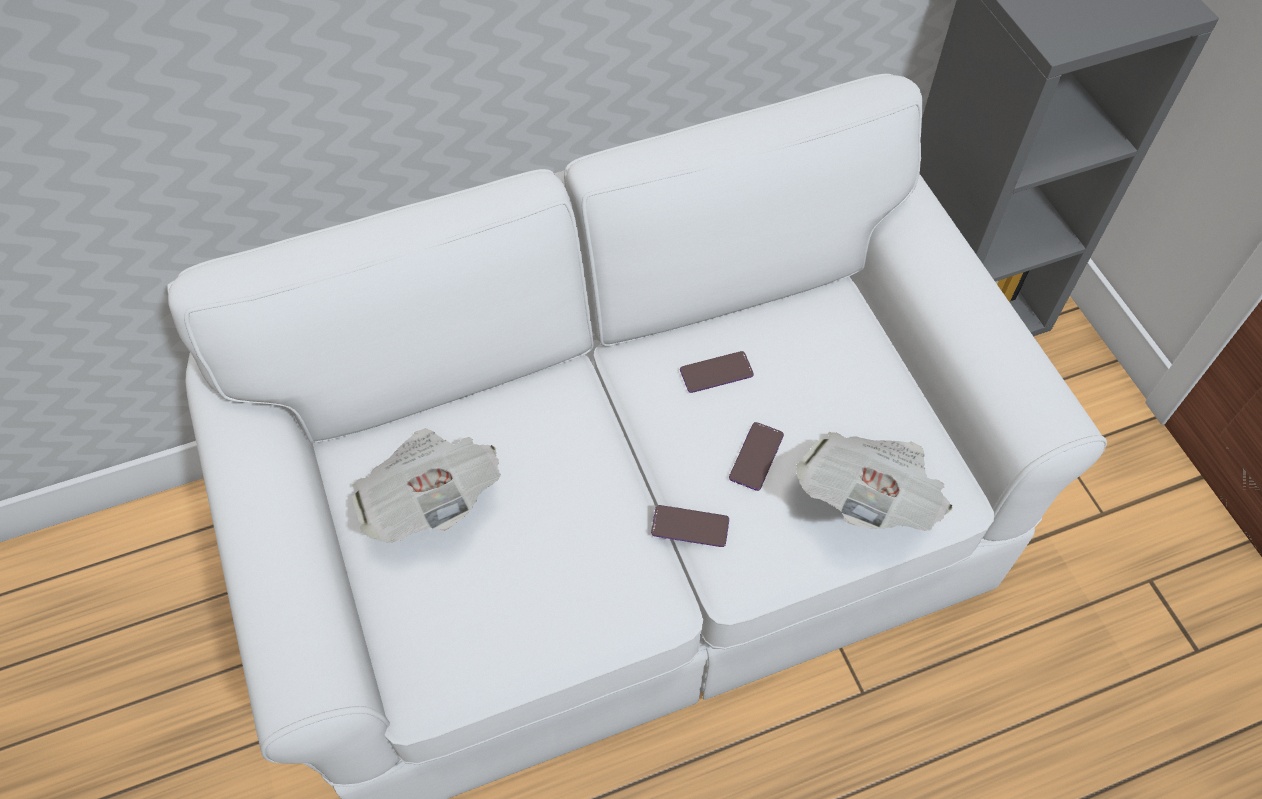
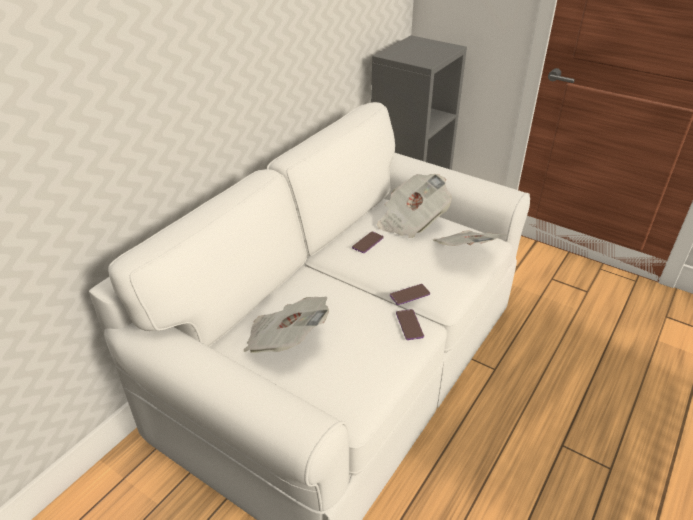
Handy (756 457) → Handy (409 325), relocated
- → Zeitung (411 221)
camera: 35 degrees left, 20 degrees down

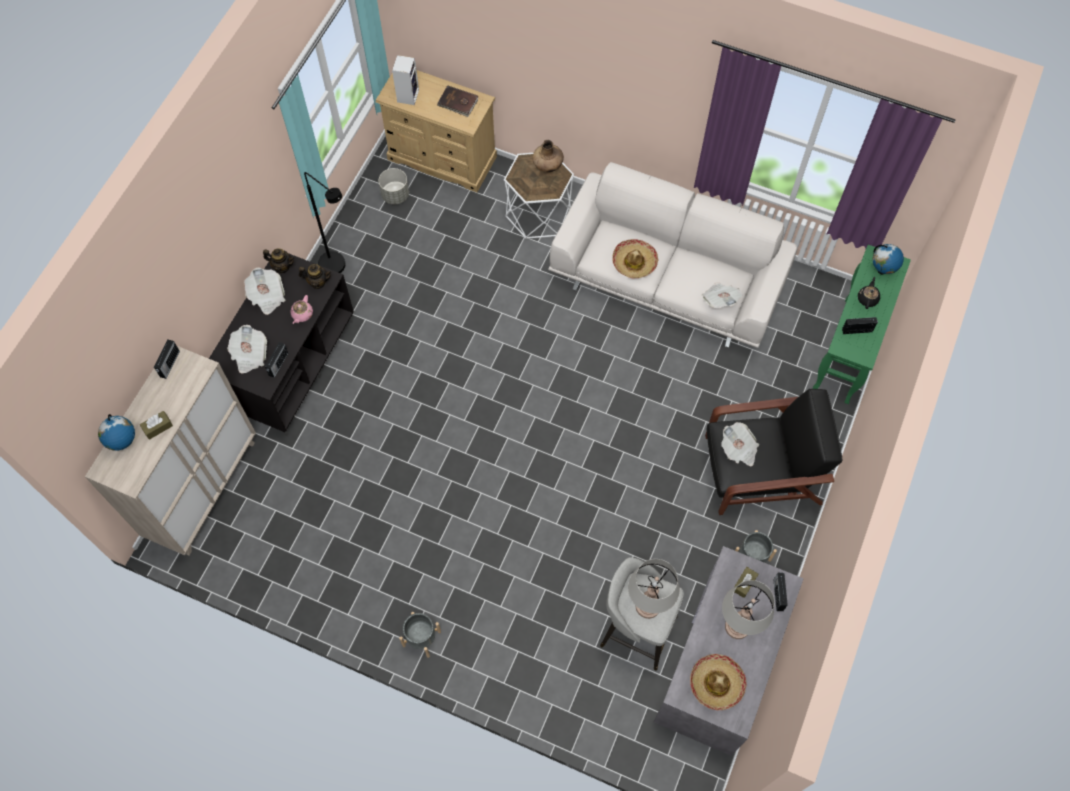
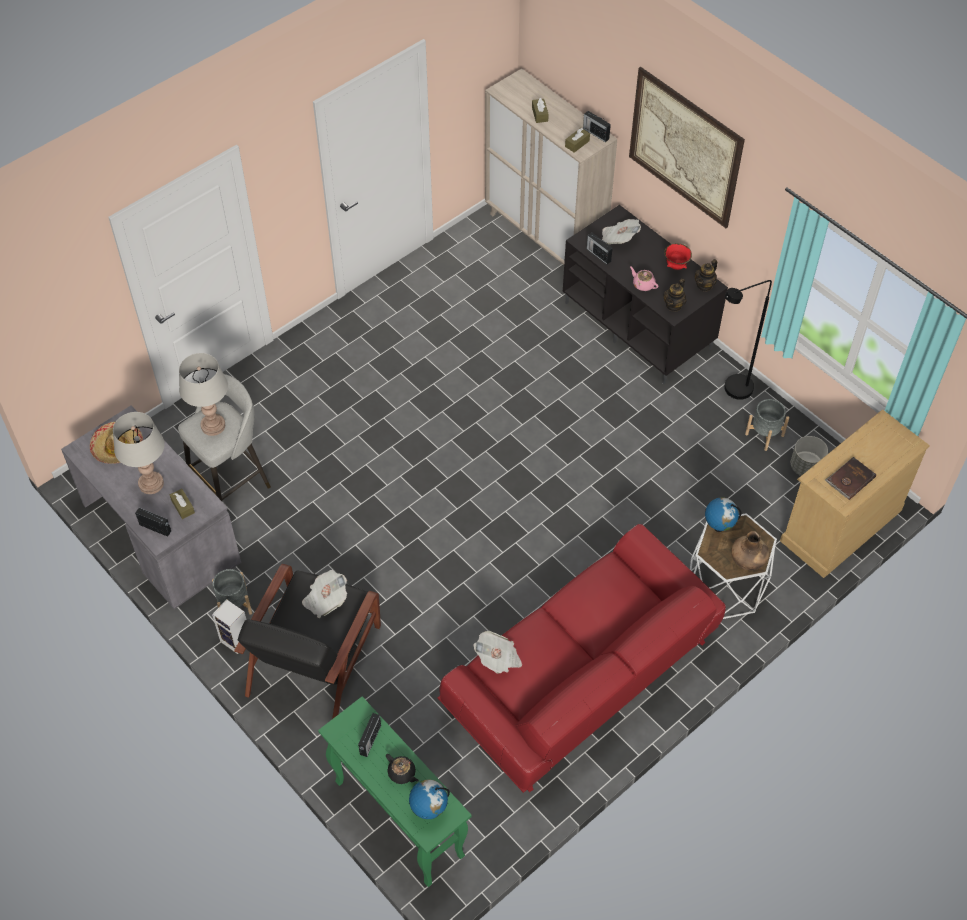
Lautsprecher (407 95) → Lautsprecher (237 640), relocated
Sofa (weiß) (668 279) → Sofa (rot) (580 678)
Hut (634 262) → -
Zeitung (267 296) → Schüssel (rot) (676 266)
Globus (124 443) → Globus (718 527), relocated
Pflanzkübel (grau) (422 638) → Pflanzkübel (grau) (764 435), relocated
- → Bild (684 147)
- → Taschentuchbox (braun) (577 144)
camera: 115 degrees right, 10 degrees down

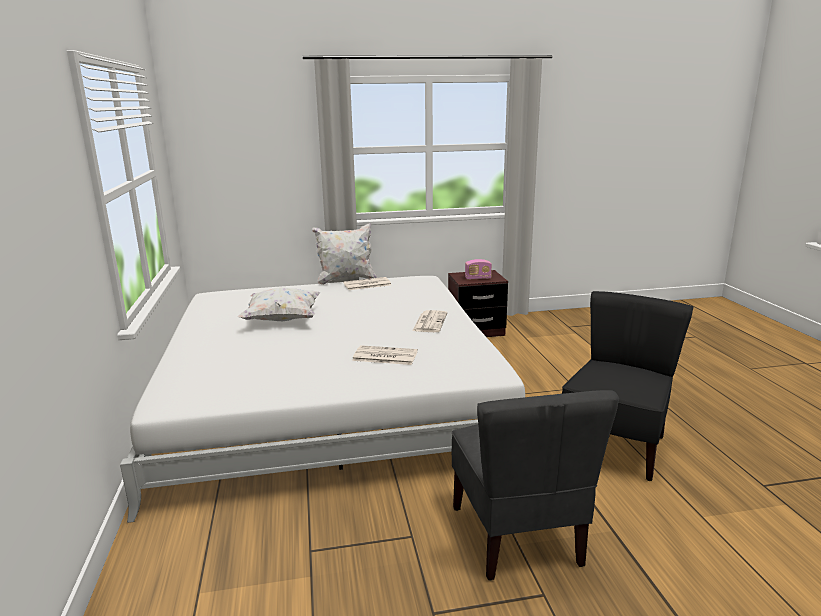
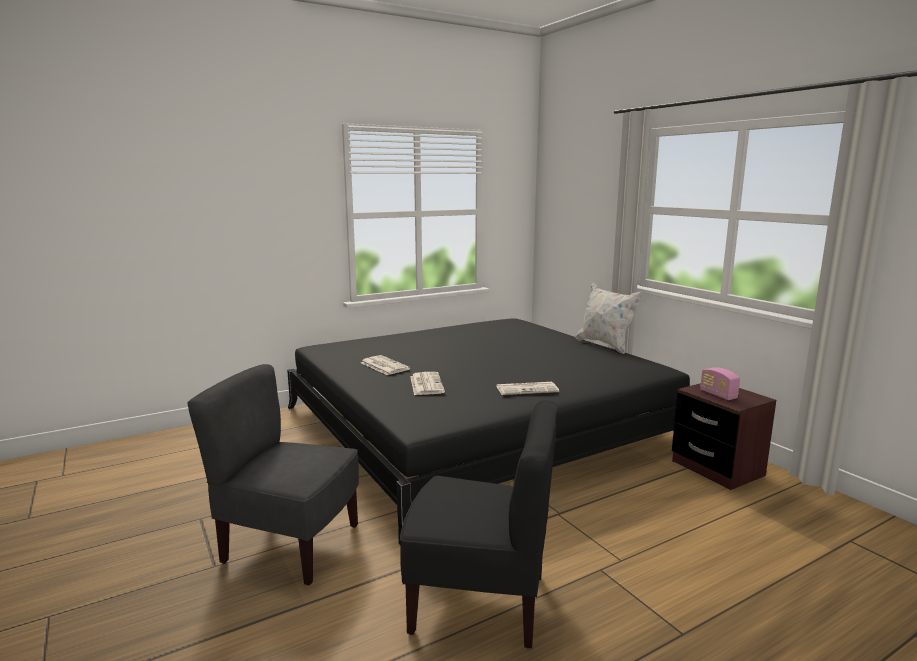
Bett (weiß) (330 396) → Bett (schwarz) (476 425)
Zeitung (366 284) → Zeitung (383 366), relocated
Kissen (weiß) (282 320) → -
Stuhl (grau) (518 535) → Stuhl (grau) (290 545), 45 degrees clockwise
camera: 70 degrees right, 5 degrees down

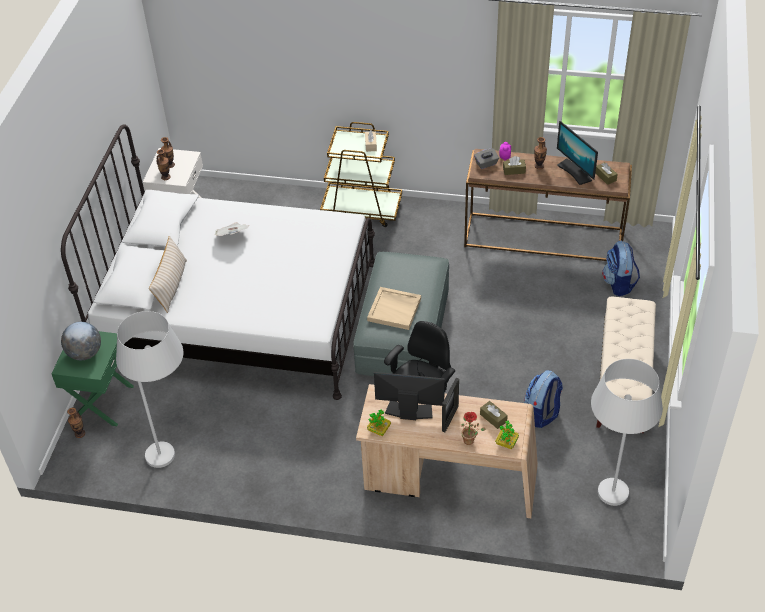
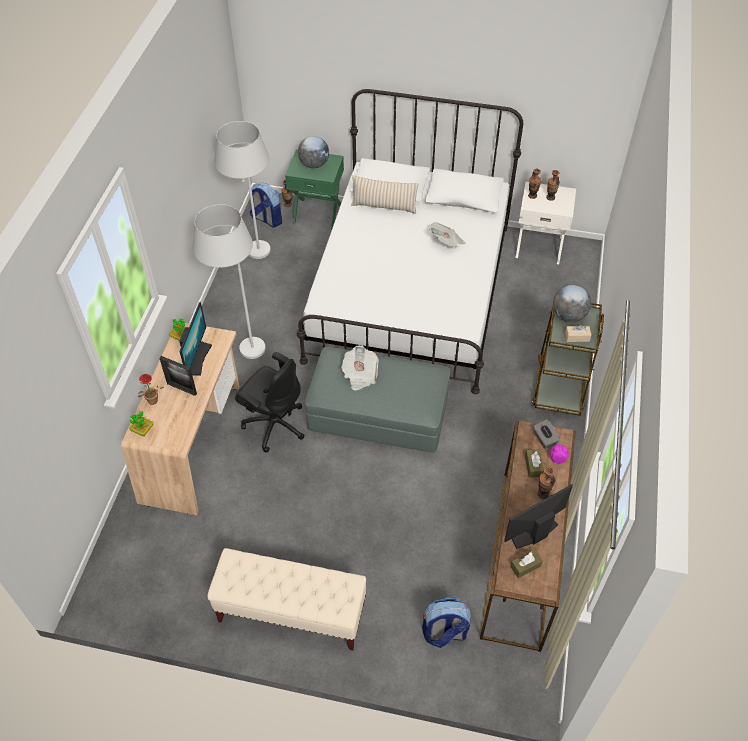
Tablett (beige) (395 309) → Zeitung (360 375)
Stehlampe (weiß) (607 506) → Stehlampe (weiß) (240 343), relocated
Rucksack (541 414) → Rucksack (267 219), relocated
Taschentuchbox (braun) (493 418) → -
- → Globus (568 315)
camera: 90 degrees right, 5 degrees up

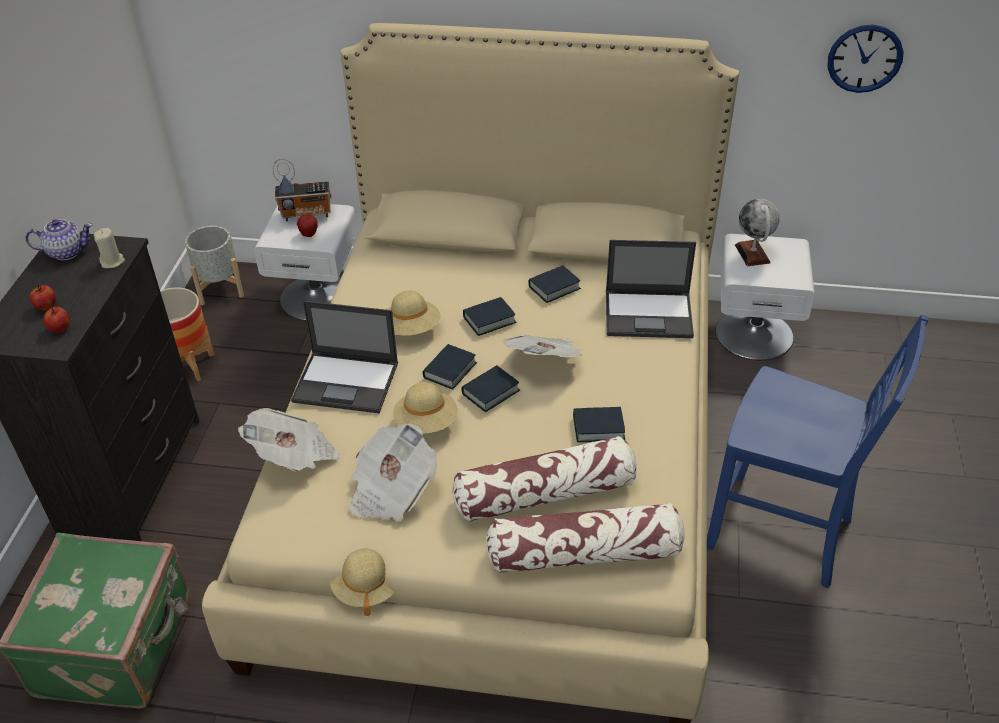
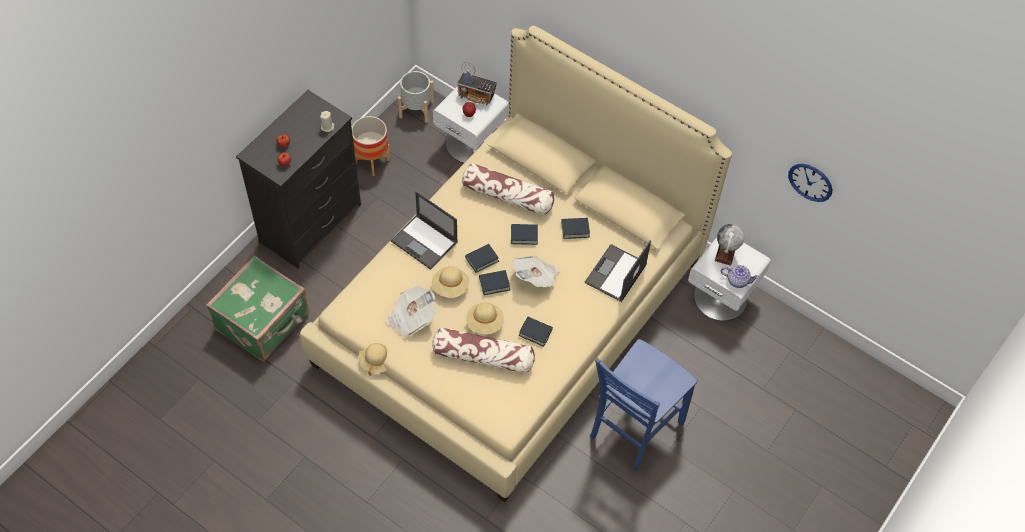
Teekanne (66 252) → Teekanne (737 280), relocated
Laptop (649 314) → Laptop (615 274), 90 degrees clockwise
Hut (beige) (412 329) → Hut (beige) (485 323), relocated
Stuhl (blau) (782 533) → Stuhl (blau) (633 430), 75 degrees clockwise
Zeitung (294 456) → -
Kissen (584 553) → Kissen (508 196), relocated
camera: 25 degrees right, 15 degrees up

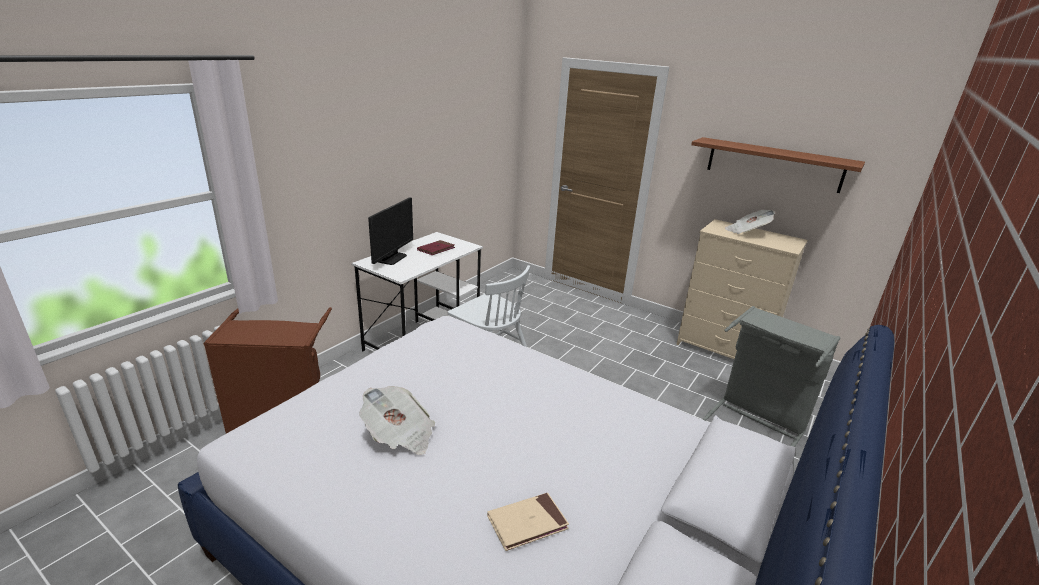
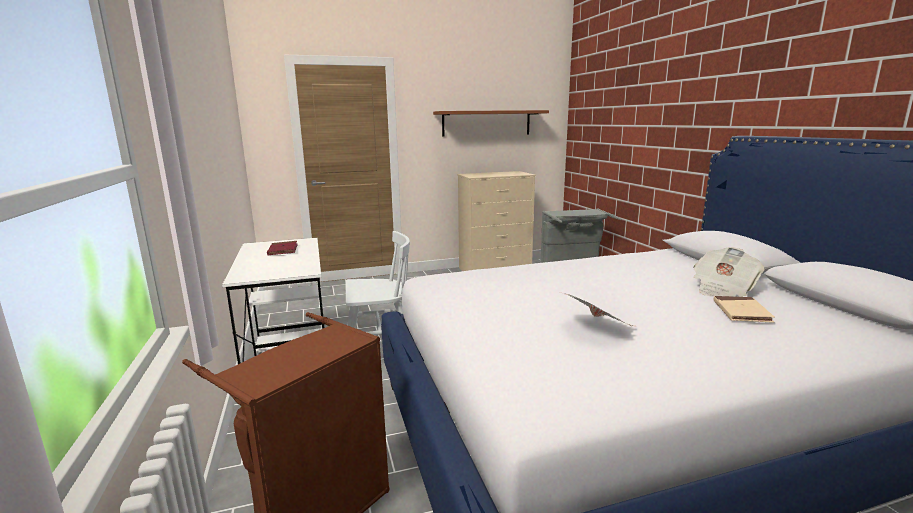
Monitor (392 258) → -
Zeitung (746 232) → Zeitung (722 289), relocated
camera: 50 degrees left, 10 degrees down

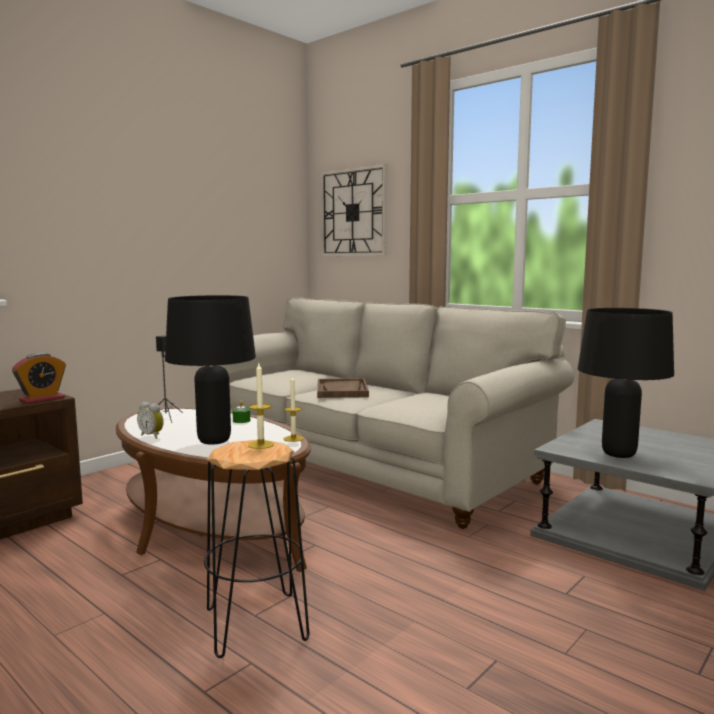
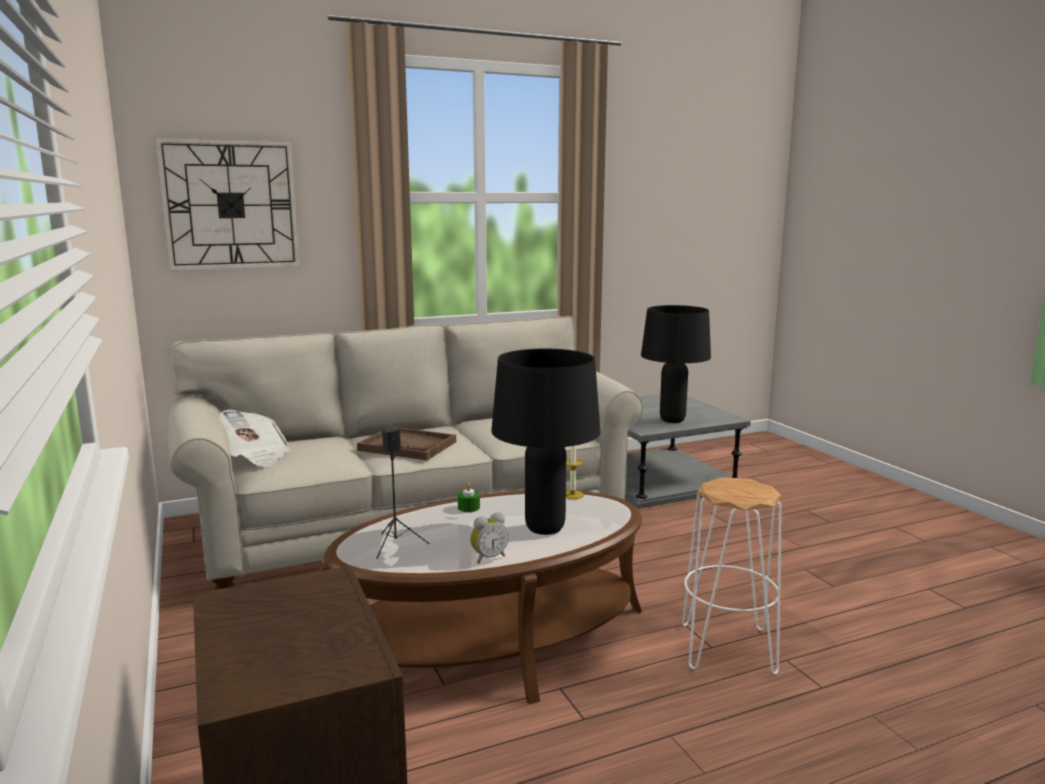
Wecker (42 399) → -
Kerze (261 445) → -
Hocker (schwarz) (256 623) → Hocker (weiß) (726 648)
- → Zeitung (252 457)
camera: 65 degrees left, 5 degrees up

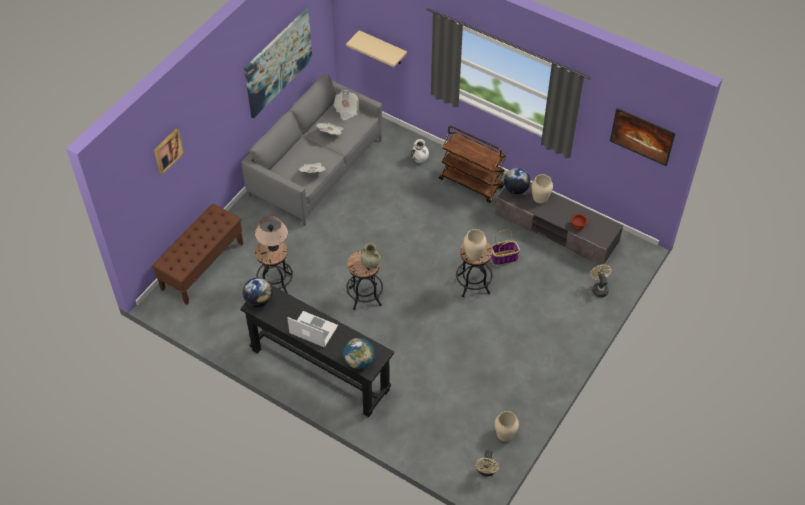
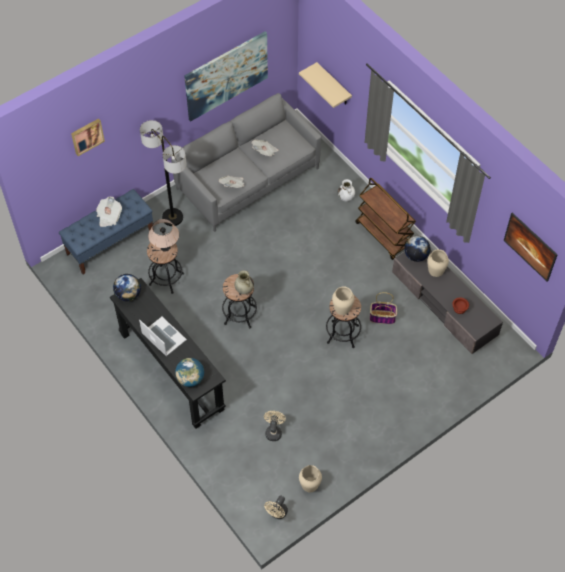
Zeitung (346 110) → Zeitung (109 216), relocated
Bank (braun) (202 266) → Bank (blau) (110 242)
Ventilator (beige) (599 288) → Ventilator (beige) (273 431), relocated
- → Stehlampe (172 217)
camera: 20 degrees right, 5 degrees up

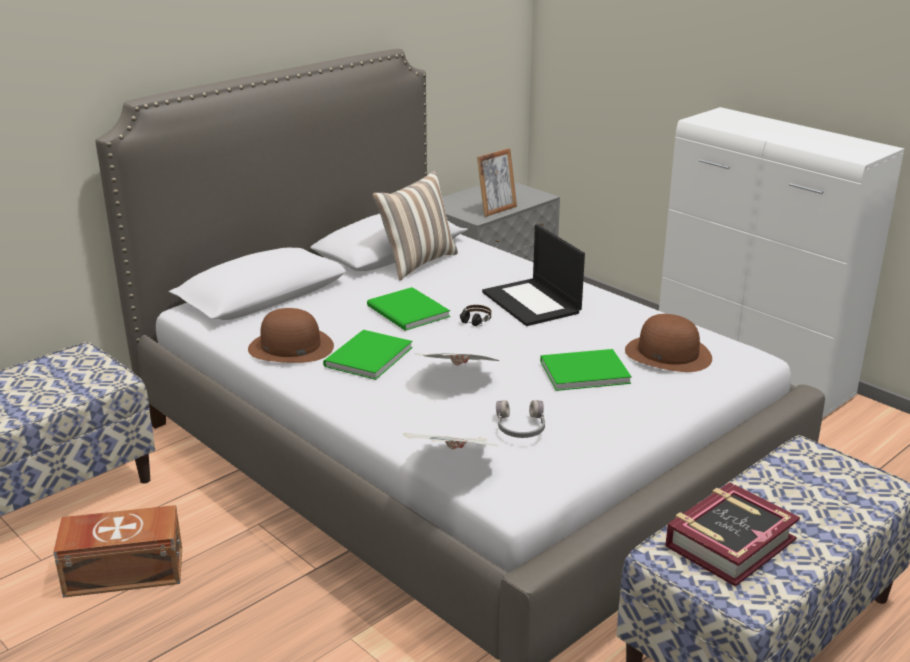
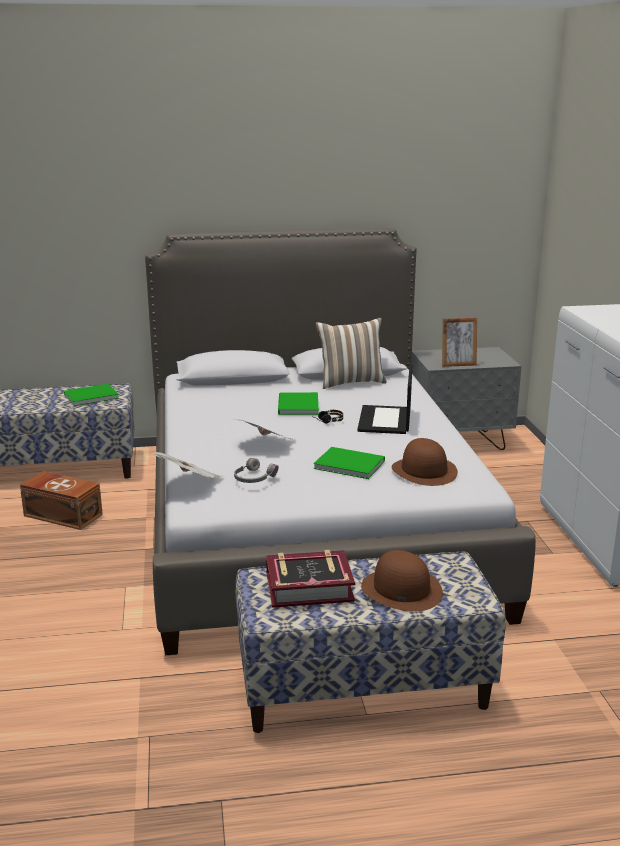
Hut (braun) (290 347) → Hut (braun) (401 589), relocated
Buch (grün) (365 357) → Buch (grün) (89 396), relocated
camera: 35 degrees right, 5 degrees down

